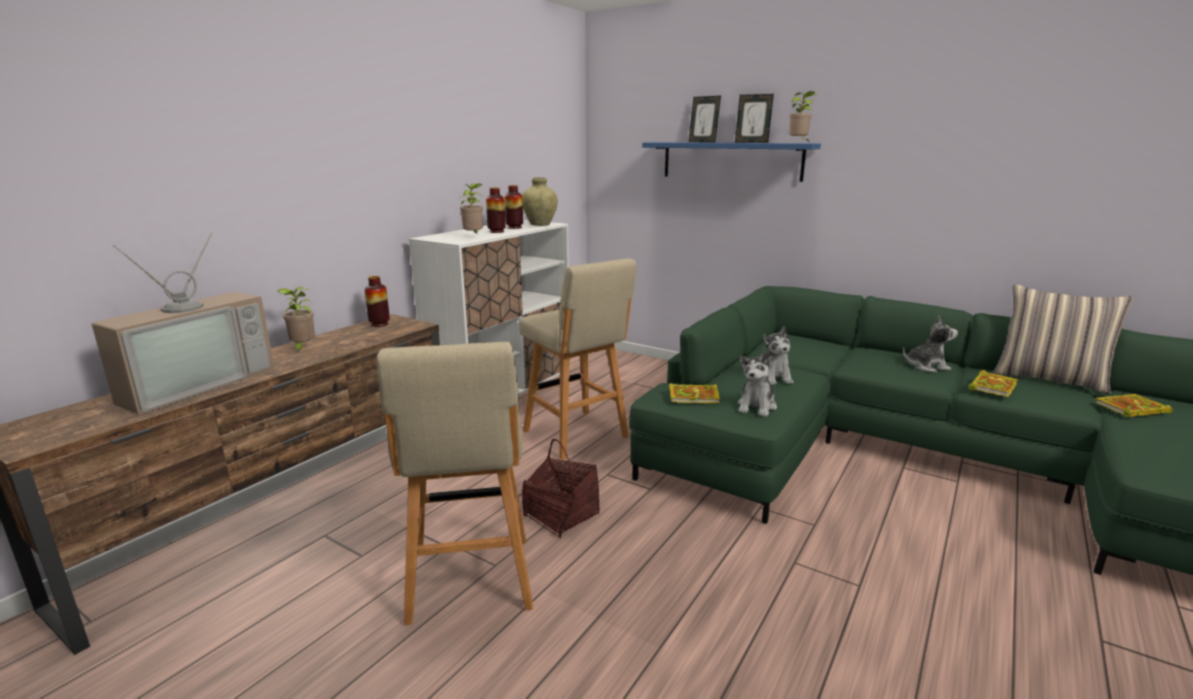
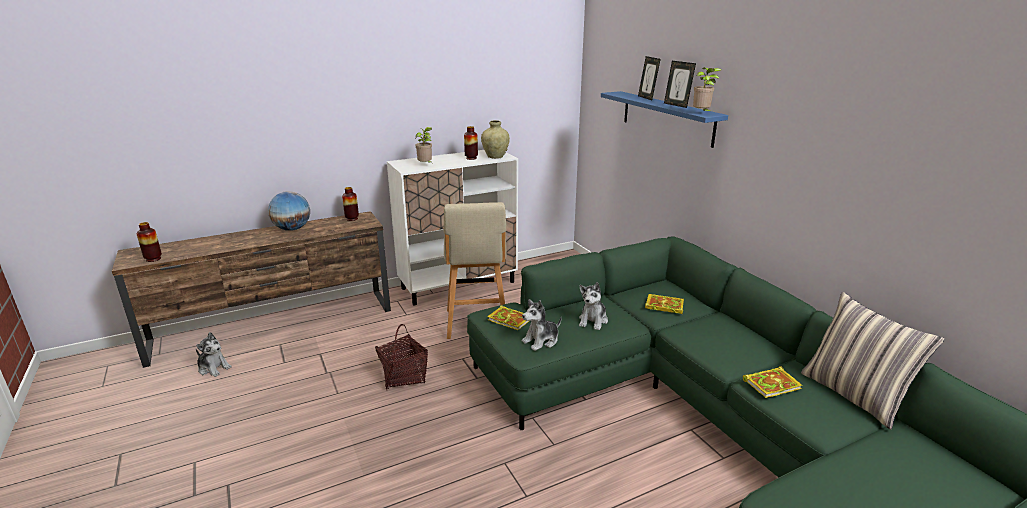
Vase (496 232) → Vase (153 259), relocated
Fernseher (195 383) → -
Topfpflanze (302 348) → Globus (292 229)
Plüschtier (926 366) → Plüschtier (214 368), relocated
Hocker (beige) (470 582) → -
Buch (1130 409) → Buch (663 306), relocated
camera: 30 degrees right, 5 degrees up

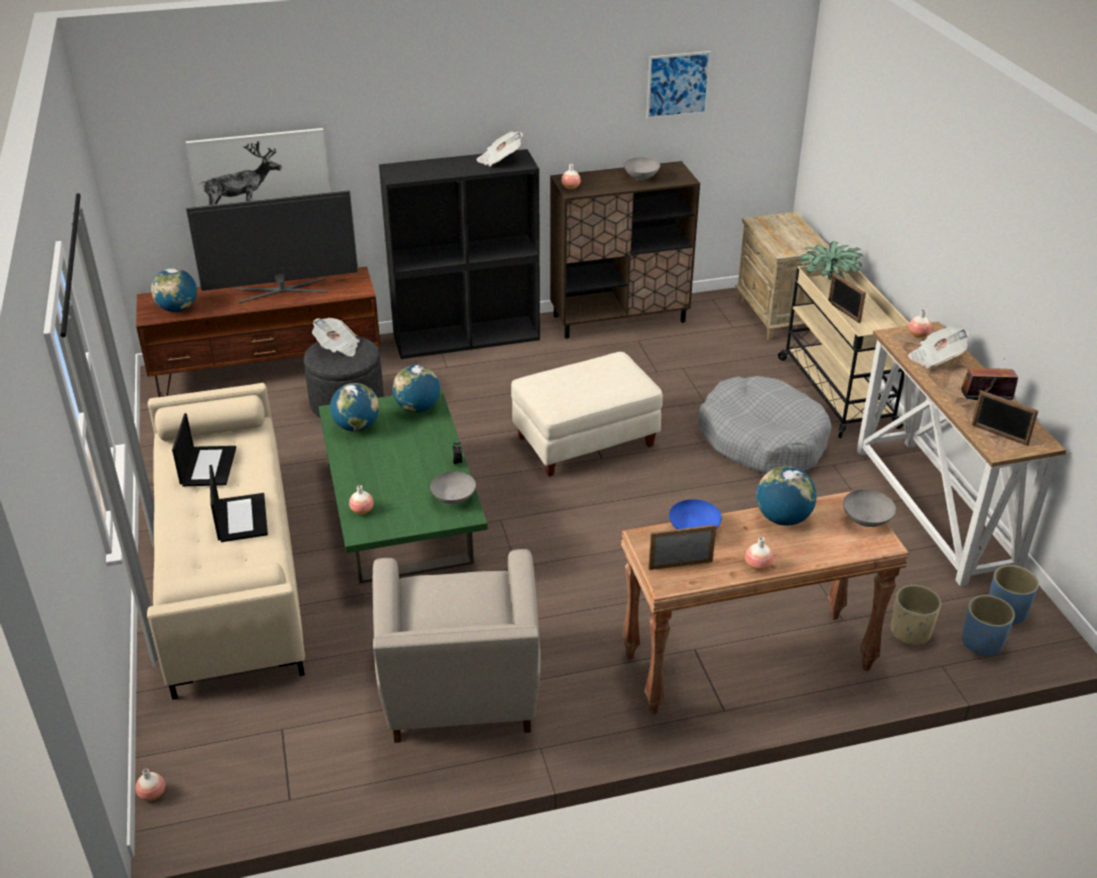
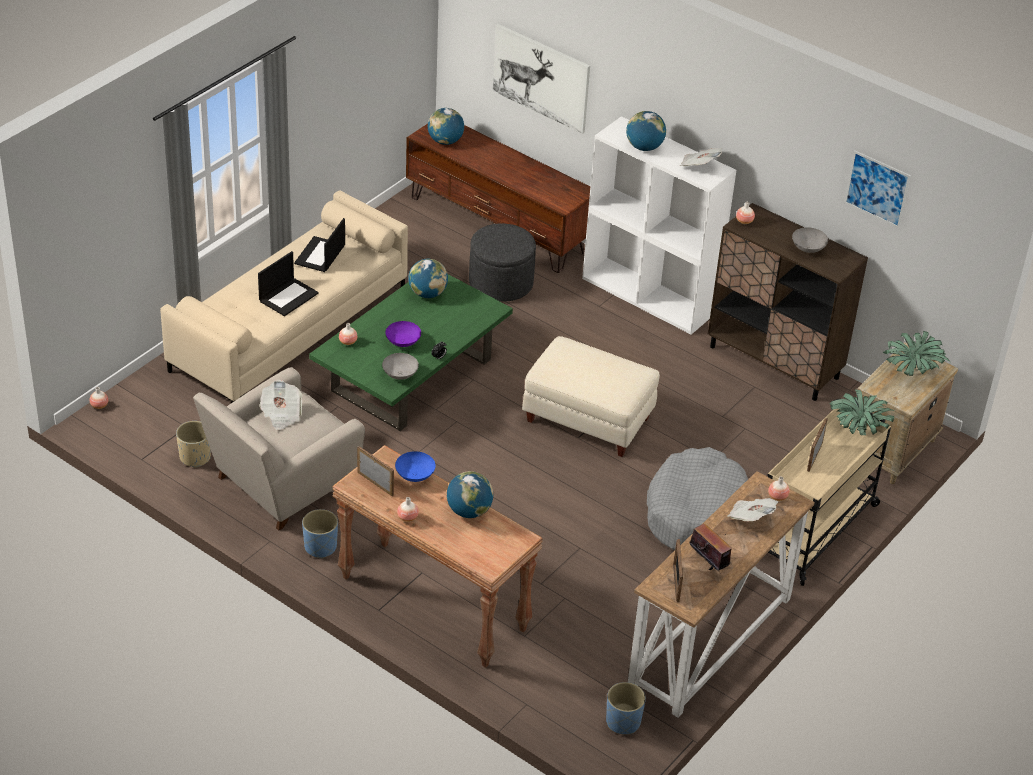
Bücherregal (schwarz) (467 337) → Bücherregal (weiß) (649 296)
Fernseher (282 290) → -
Zeitung (337 347) → Zeitung (281 414), relocated
Globus (417 408) → Globus (644 147), relocated
Laptop (208 466) → Laptop (320 255), 150 degrees clockwise
Schüssel (grau) (865 520) → -
Pflanzkübel (beige) (910 632) → Pflanzkübel (beige) (194 457), relocated
Pflanzkübel (blau) (982 643) → Pflanzkübel (blau) (320 547), relocated
- → Schüssel (lila) (402 342)
- → Topfpflanze (911 371)
camera: 50 degrees right, 5 degrees up

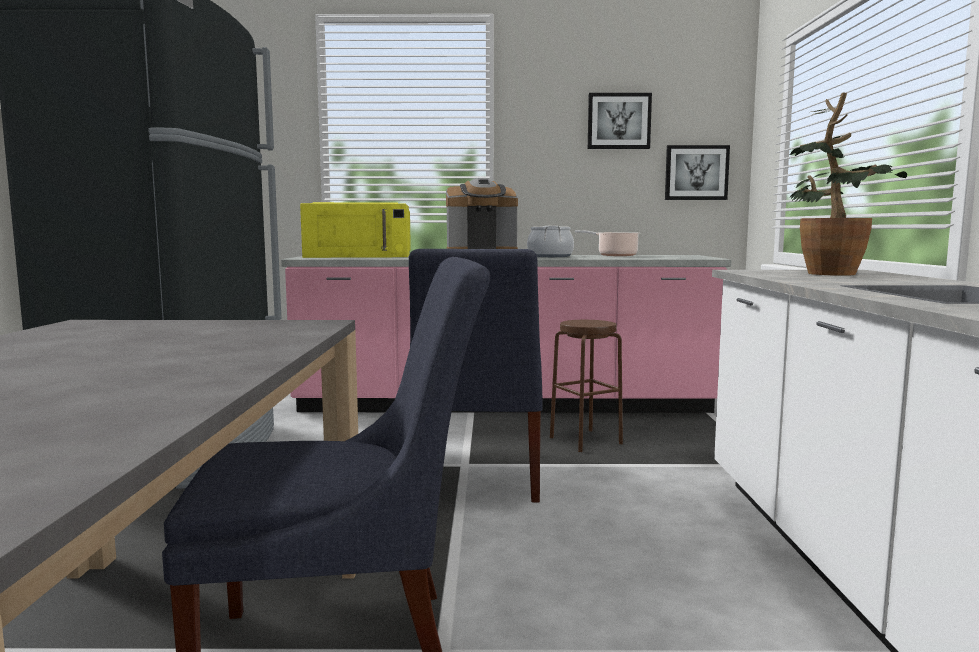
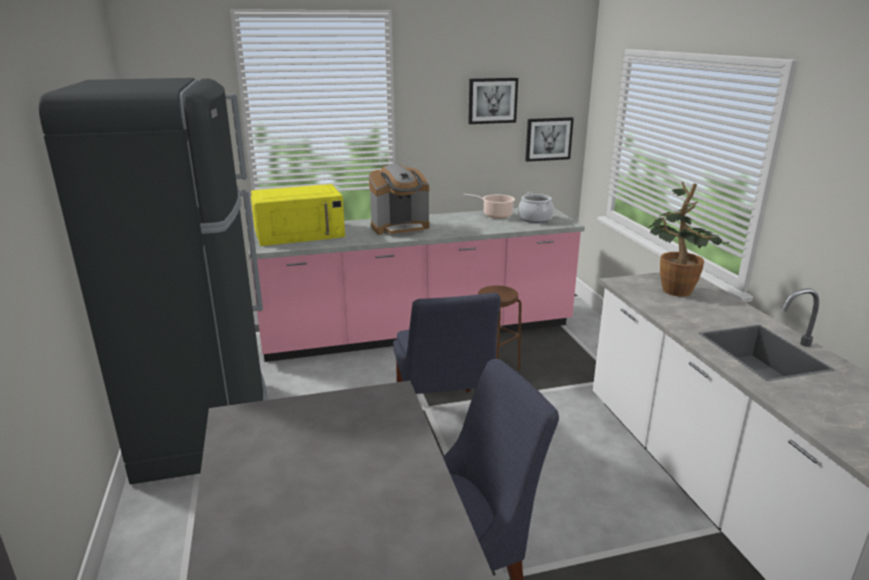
Kochtopf (550 256) → Kochtopf (535 219), relocated
camera: 15 degrees left, 15 degrees up

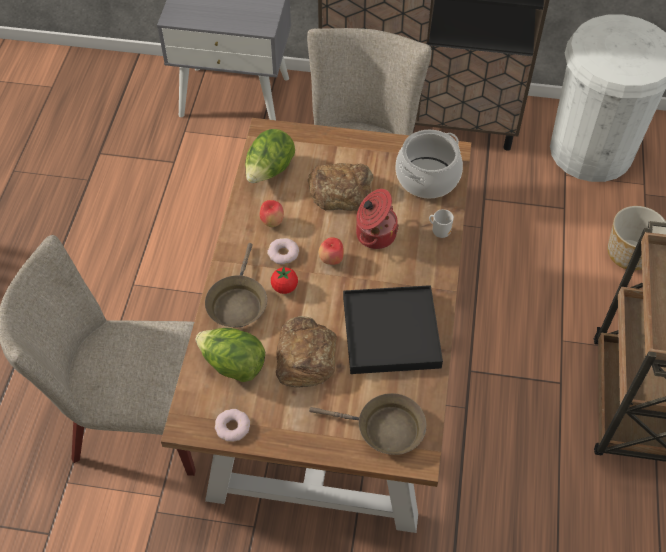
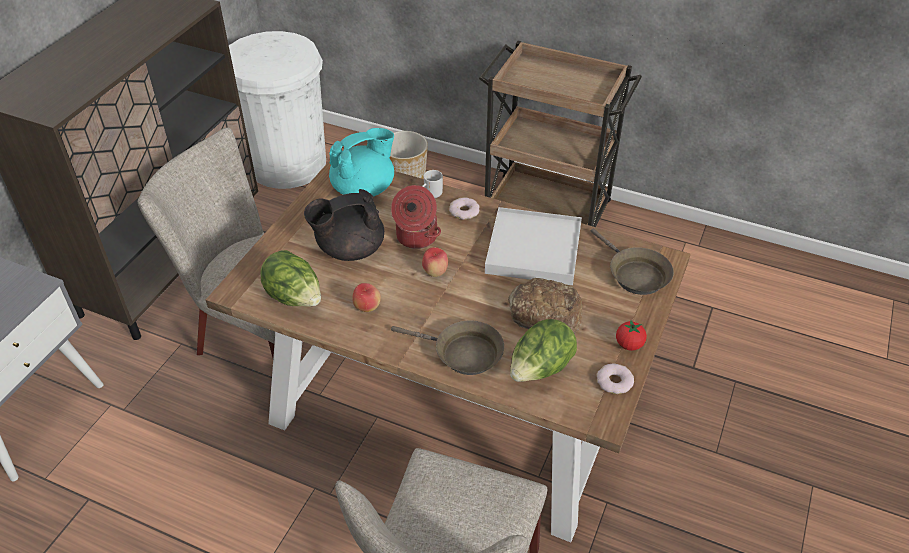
Kochtopf (427 178) → Teekanne (türkis) (364 189)
Brot (341 190) → Teekanne (schwarz) (349 249)
Donut (283 253) → Donut (464 211), relocated
Tomate (284 287) → Tomate (629 344), relocated
Tablett (schwarz) (391 332) → Tablett (weiß) (533 249)
Pfanne (braun) (384 429) → Pfanne (braun) (635 274), 120 degrees clockwise
camera: 75 degrees left, 10 degrees down

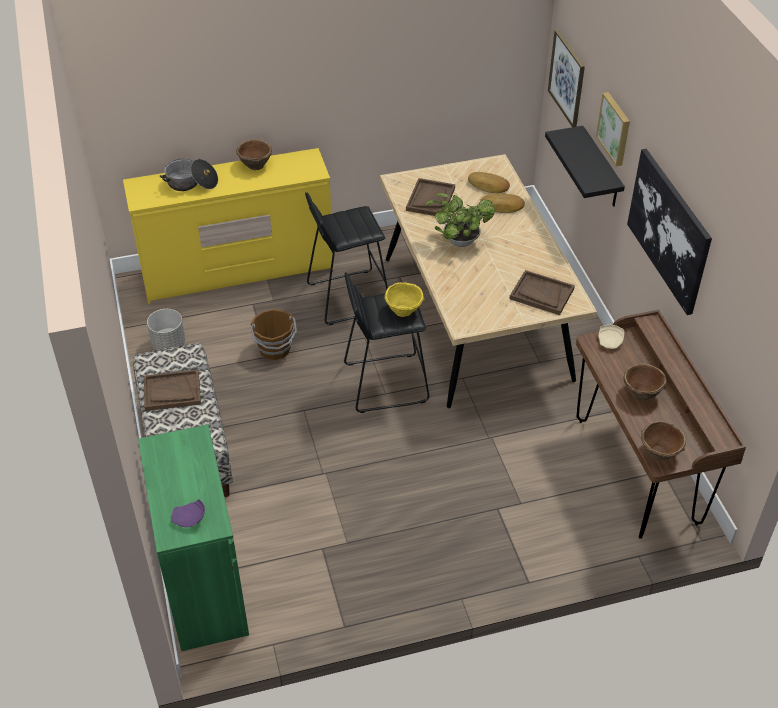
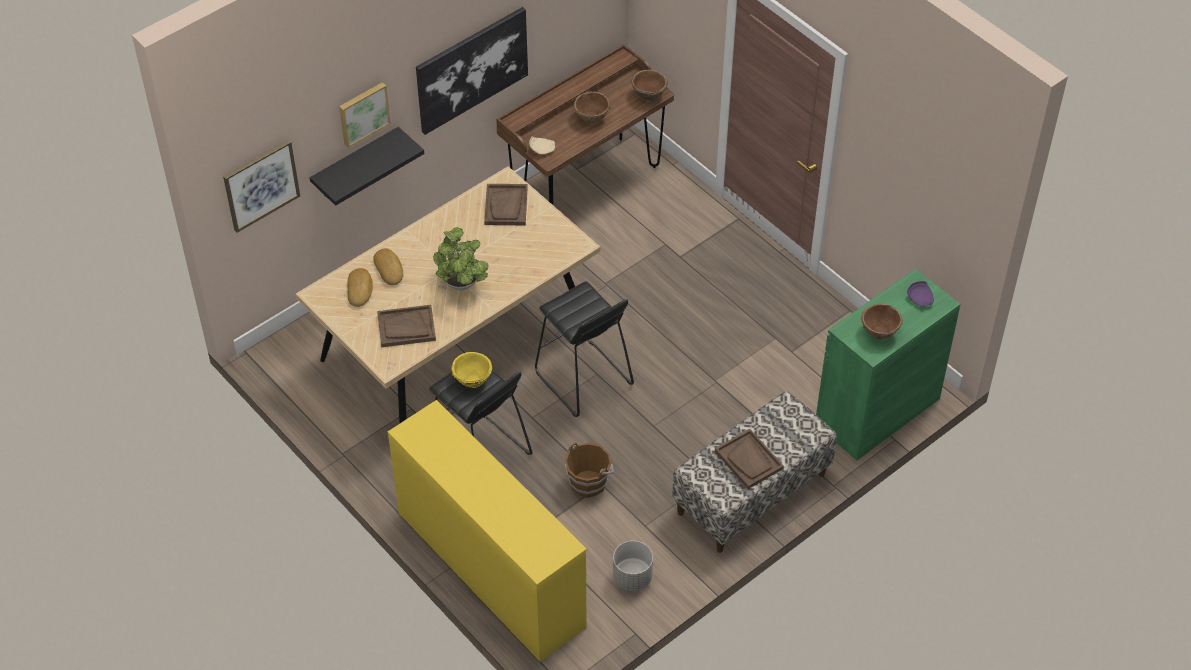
Schüssel (braun) (255 165) → Schüssel (braun) (879 332), relocated
Kochtopf (191 183) → -
Schüssel (gelb) (404 310) → Schüssel (gelb) (472 380), relocated
camera: 115 degrees left, 5 degrees up

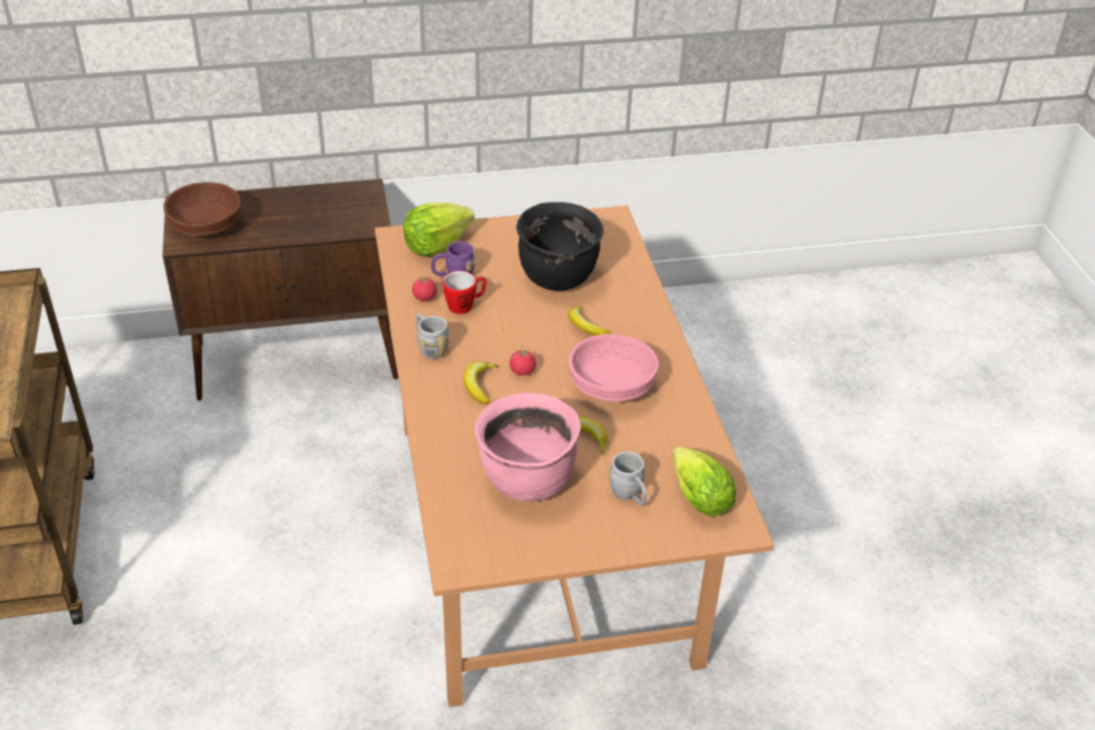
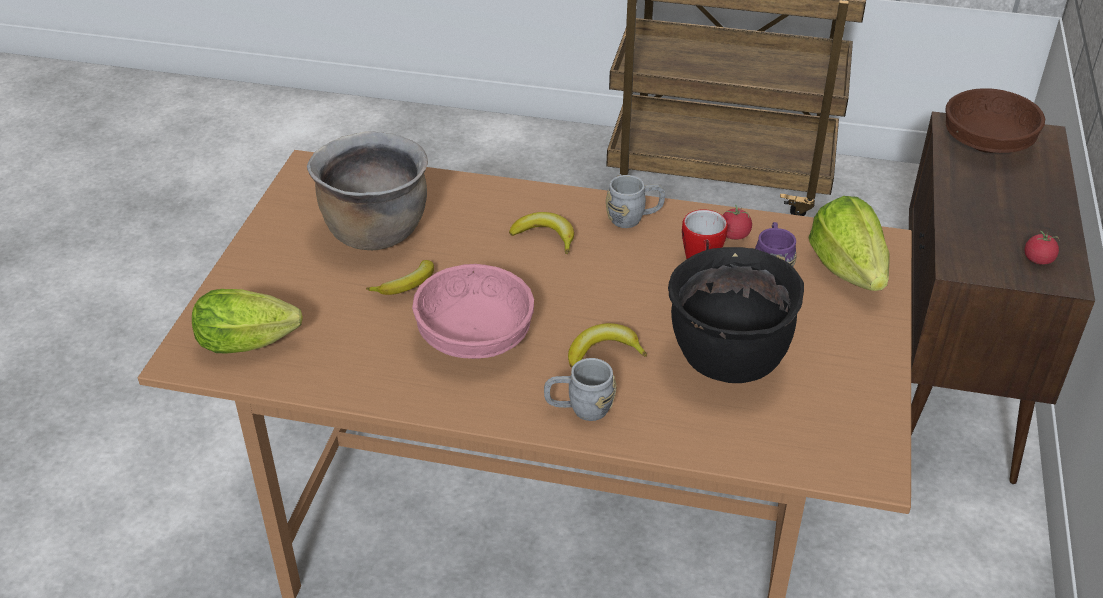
Tomate (522 371) → Tomate (1038 260), relocated
Kochtopf (rosa) (527 481) → Kochtopf (braun) (375 231)
Henkelbecher (grau) (629 495) → Henkelbecher (grau) (579 409), relocated
camera: 115 degrees right, 0 degrees up

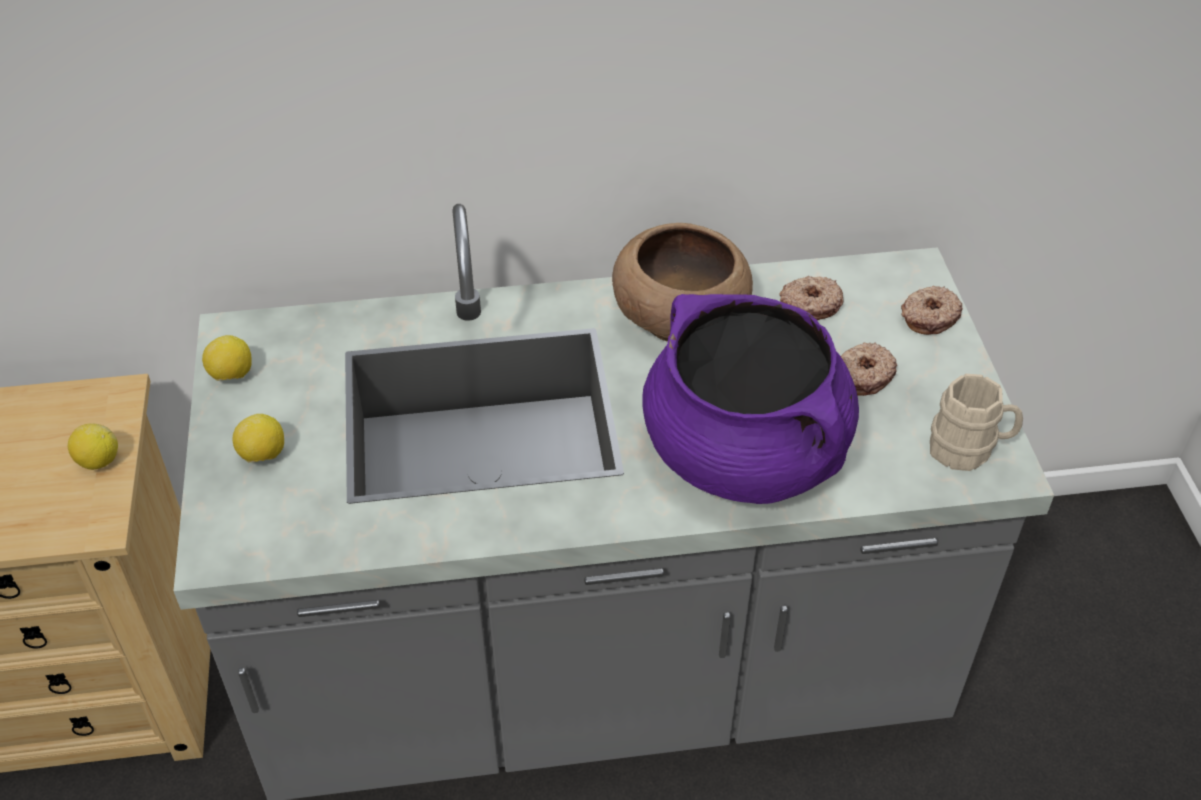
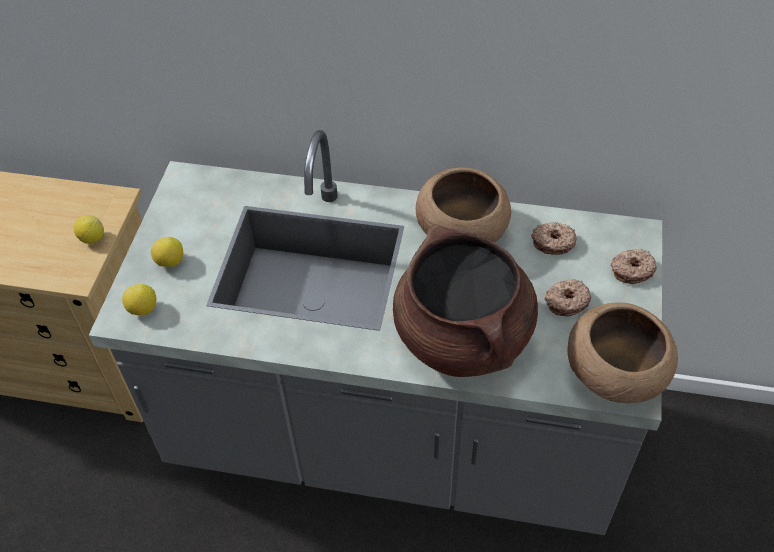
Kochtopf (lila) (745 454) → Kochtopf (braun) (463 337)
Zitrone (231 375) → Zitrone (143 309), relocated
Henkelbecher (beige) (969 449) → Schüssel (braun) (616 372)
camera: 20 degrees right, 5 degrees up

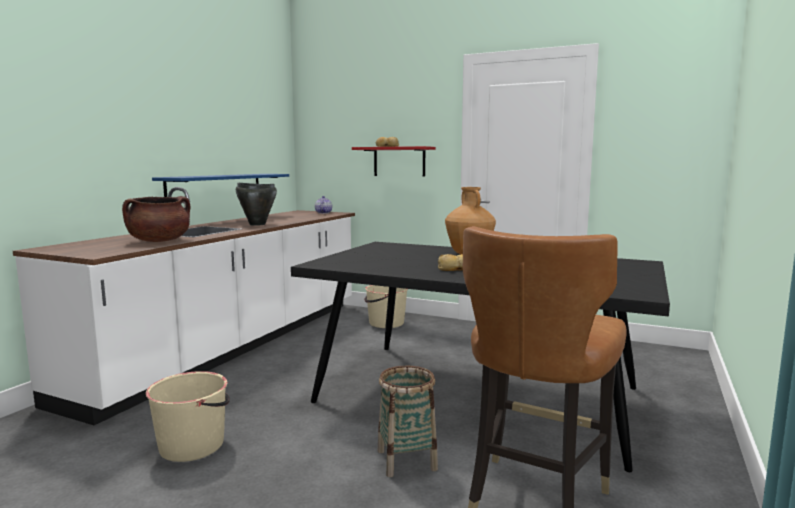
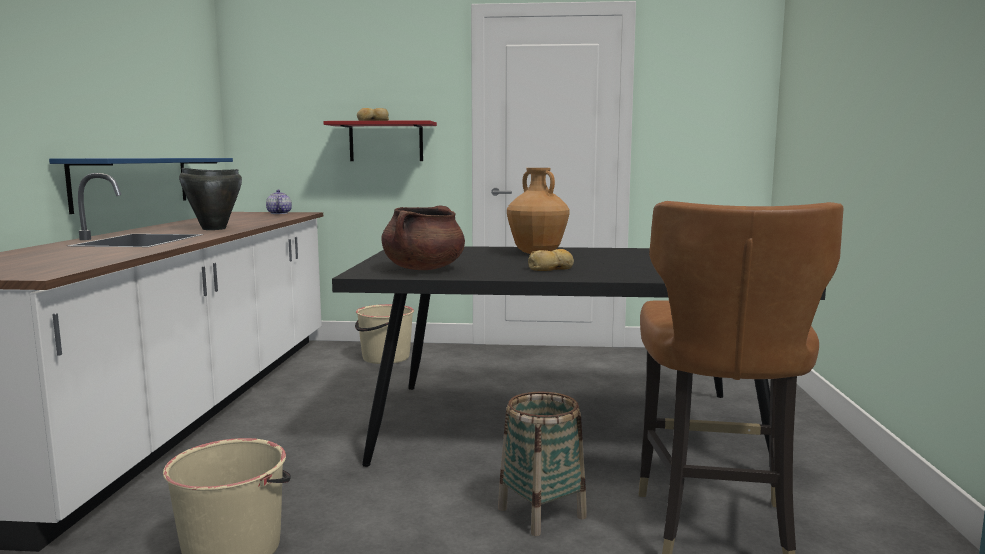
Kochtopf (braun) (159 241) → Kochtopf (braun) (424 269), relocated
camera: 20 degrees left, 0 degrees up

